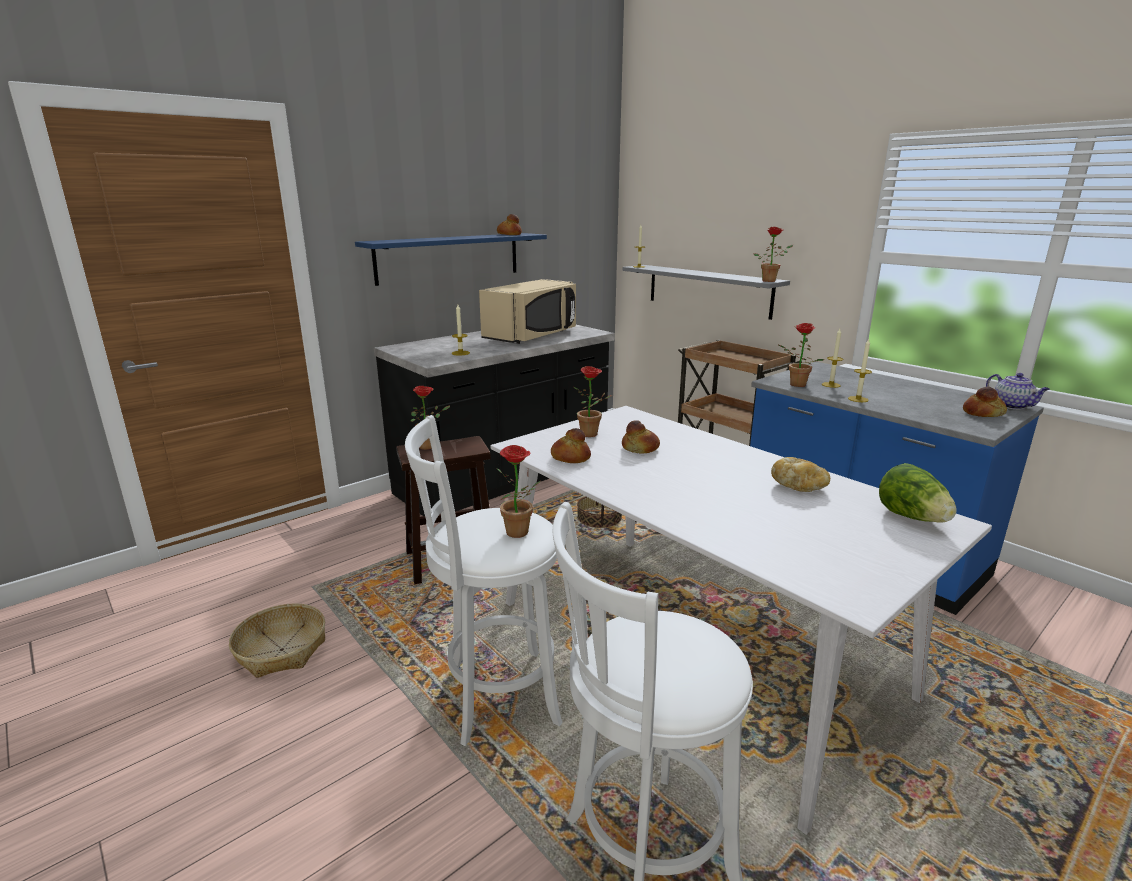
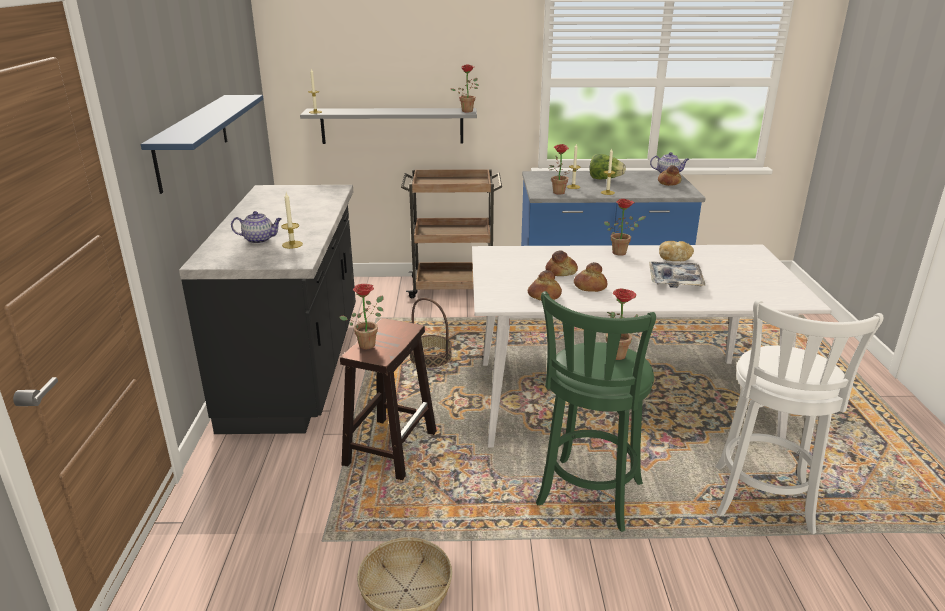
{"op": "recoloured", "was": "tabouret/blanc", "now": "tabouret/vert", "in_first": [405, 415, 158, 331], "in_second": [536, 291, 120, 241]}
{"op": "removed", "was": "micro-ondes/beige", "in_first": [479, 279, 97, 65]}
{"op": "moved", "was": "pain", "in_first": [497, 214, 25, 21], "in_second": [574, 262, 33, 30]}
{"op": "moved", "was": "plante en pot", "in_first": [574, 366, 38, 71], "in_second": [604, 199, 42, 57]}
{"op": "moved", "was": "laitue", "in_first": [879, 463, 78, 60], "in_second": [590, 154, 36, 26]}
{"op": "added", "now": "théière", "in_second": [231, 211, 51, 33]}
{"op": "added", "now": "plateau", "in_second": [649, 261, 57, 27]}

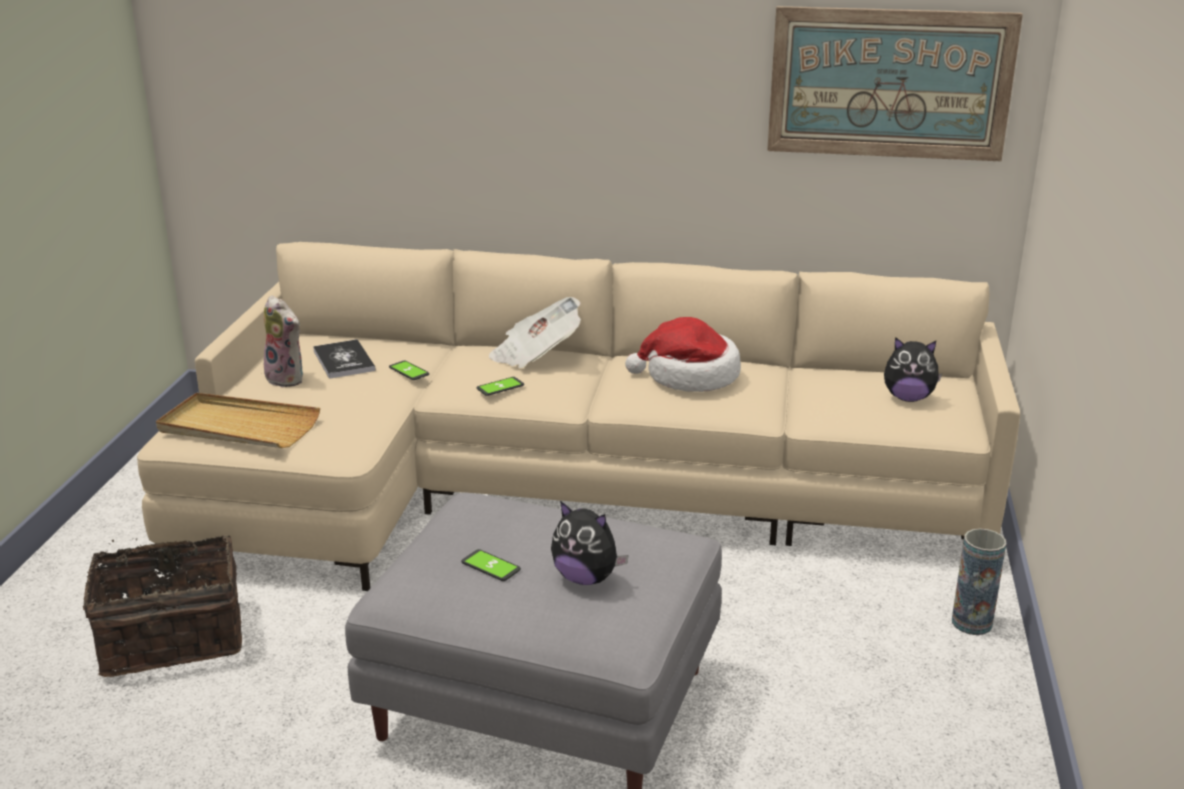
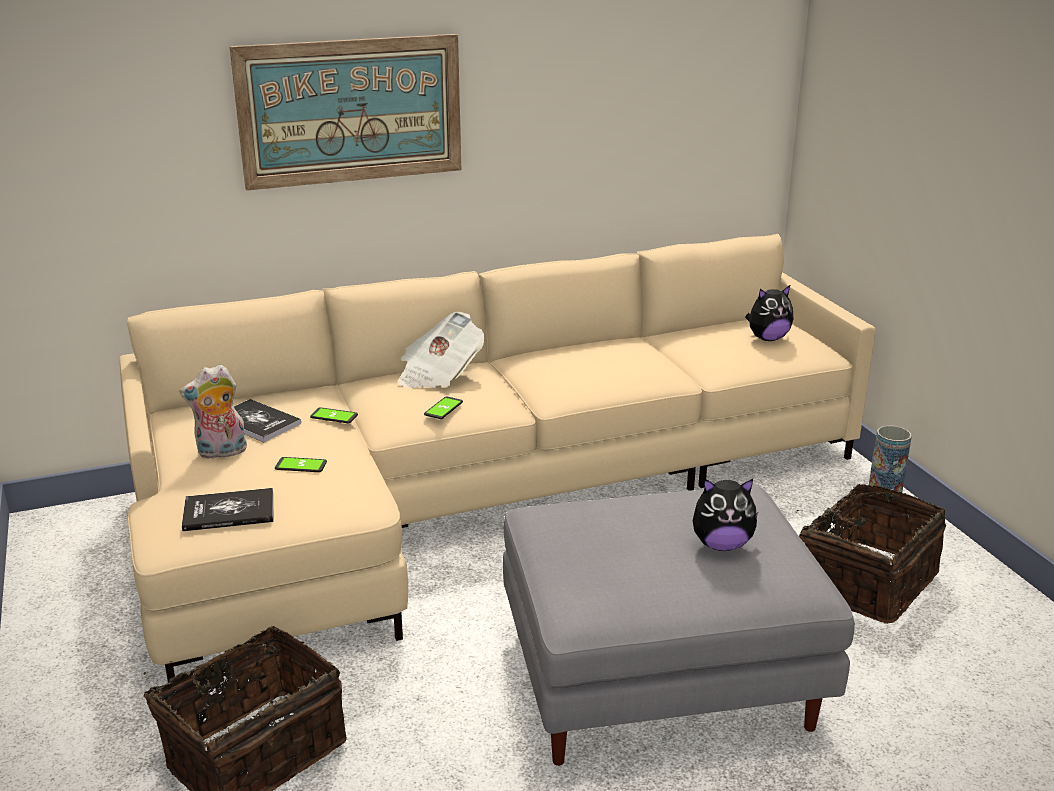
{"op": "replaced", "was": "plateau/beige", "now": "livre", "in_first": [156, 393, 164, 55], "in_second": [182, 488, 91, 43]}
{"op": "turned", "was": "peluche", "in_first": [262, 295, 41, 93], "in_second": [180, 364, 67, 95], "clockwise": 150}
{"op": "moved", "was": "téléphone", "in_first": [461, 549, 60, 32], "in_second": [275, 457, 52, 15]}
{"op": "removed", "was": "chapeau", "in_first": [625, 317, 116, 75]}
{"op": "moved", "was": "tableau", "in_first": [767, 6, 256, 155], "in_second": [229, 34, 233, 157]}
{"op": "added", "now": "panier", "in_second": [796, 484, 150, 140]}

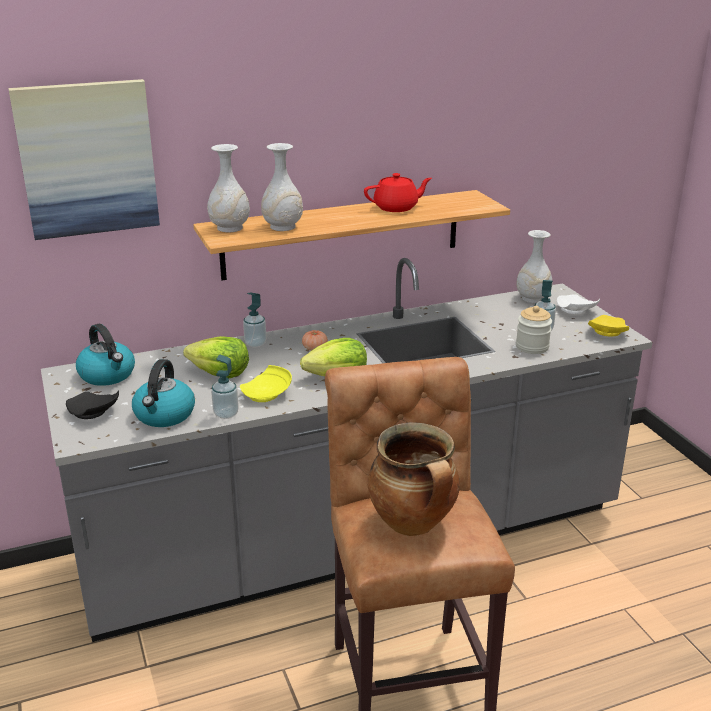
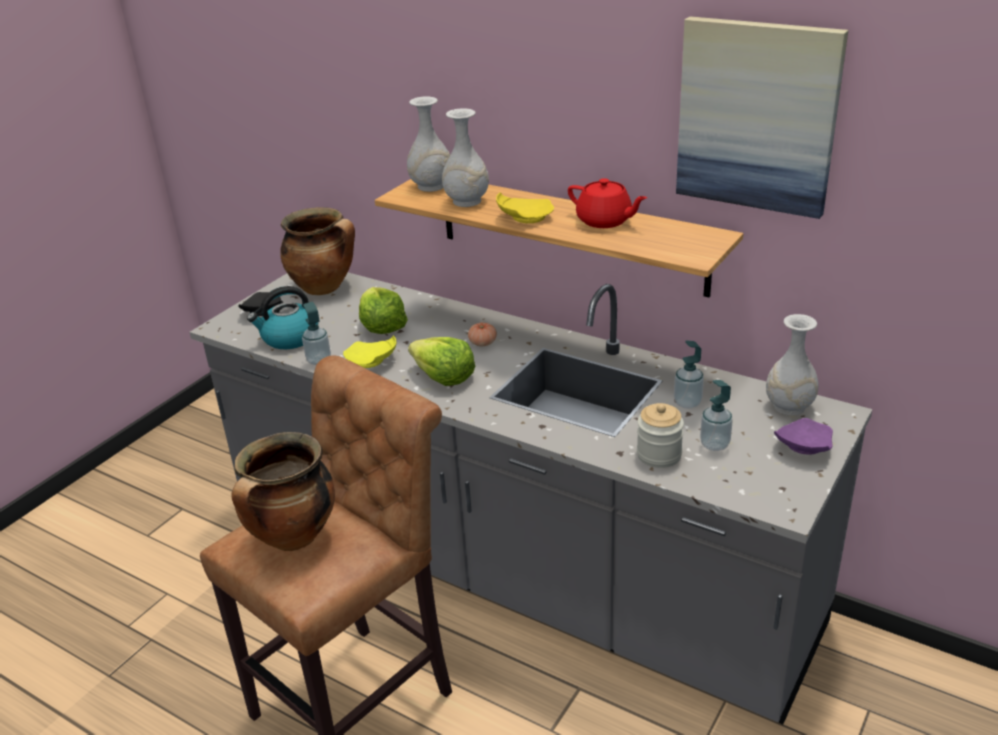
{"op": "moved", "was": "tableau", "in_first": [8, 79, 152, 161], "in_second": [676, 16, 172, 203]}
{"op": "replaced", "was": "bouilloire", "now": "marmite", "in_first": [76, 324, 59, 62], "in_second": [280, 207, 75, 88]}
{"op": "moved", "was": "distributeur de savon", "in_first": [243, 292, 23, 55], "in_second": [674, 340, 30, 69]}
{"op": "recoloured", "was": "assiette/blanc", "now": "assiette/violet", "in_first": [557, 294, 43, 20], "in_second": [774, 418, 59, 37]}
{"op": "moved", "was": "assiette/jaune", "in_first": [588, 315, 41, 22], "in_second": [496, 193, 58, 30]}

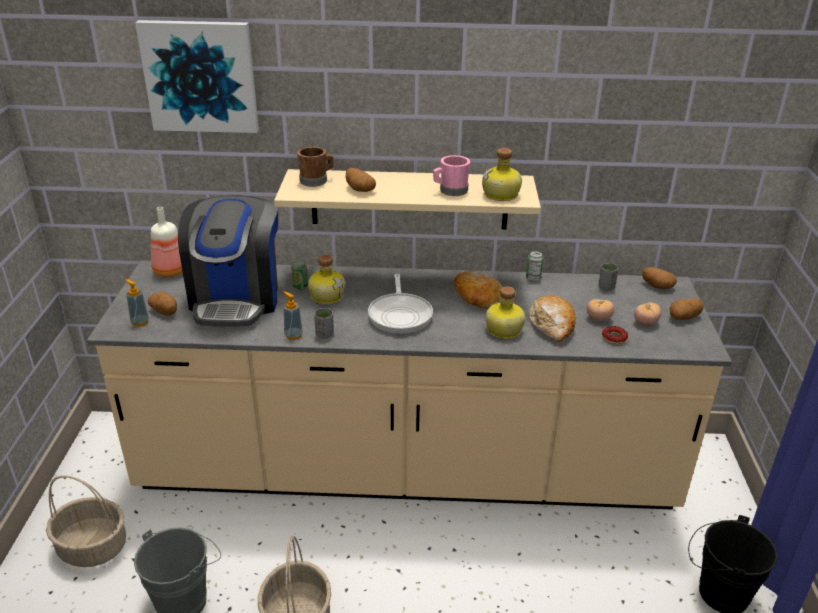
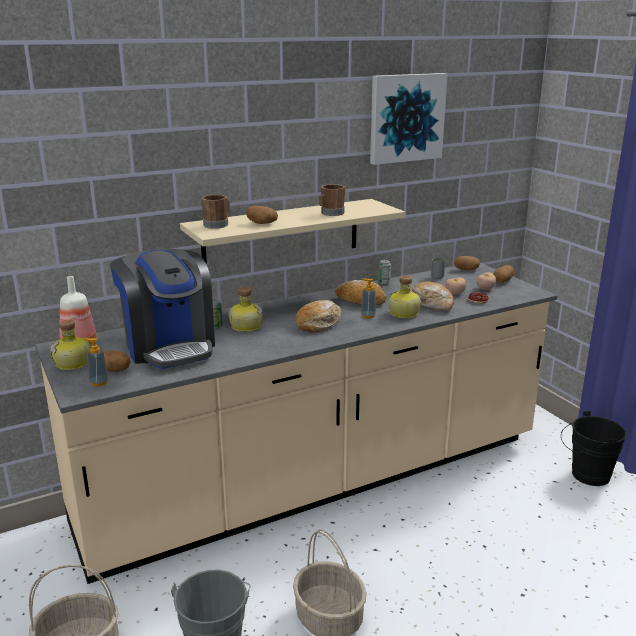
{"op": "moved", "was": "tableau", "in_first": [135, 20, 124, 113], "in_second": [370, 73, 78, 92]}
{"op": "moved", "was": "distributeur de savon", "in_first": [283, 291, 20, 49], "in_second": [361, 278, 15, 40]}
{"op": "removed", "was": "tasse/gris", "in_first": [314, 308, 20, 31]}
{"op": "replaced", "was": "poêle", "now": "pain", "in_first": [368, 274, 65, 60], "in_second": [296, 300, 46, 33]}
{"op": "recoloured", "was": "mug/rose", "now": "mug/marron", "in_first": [433, 155, 37, 41], "in_second": [319, 184, 27, 32]}
{"op": "moved", "was": "bouteille", "in_first": [482, 148, 40, 53], "in_second": [51, 319, 40, 51]}

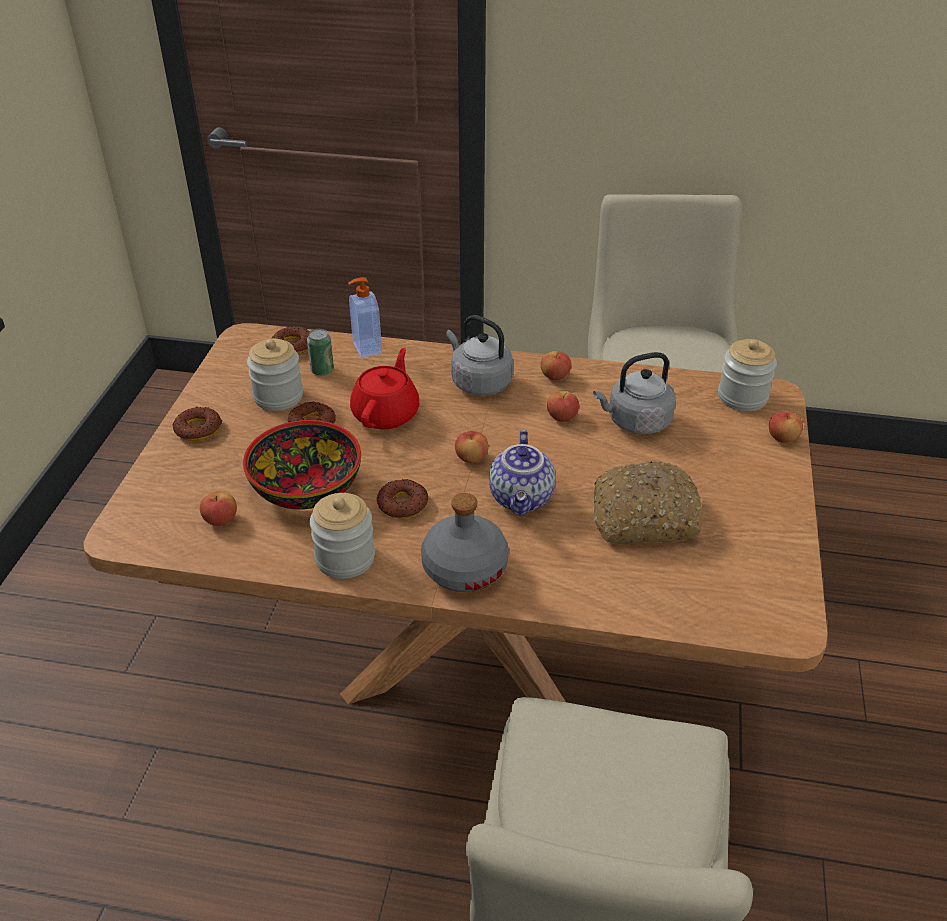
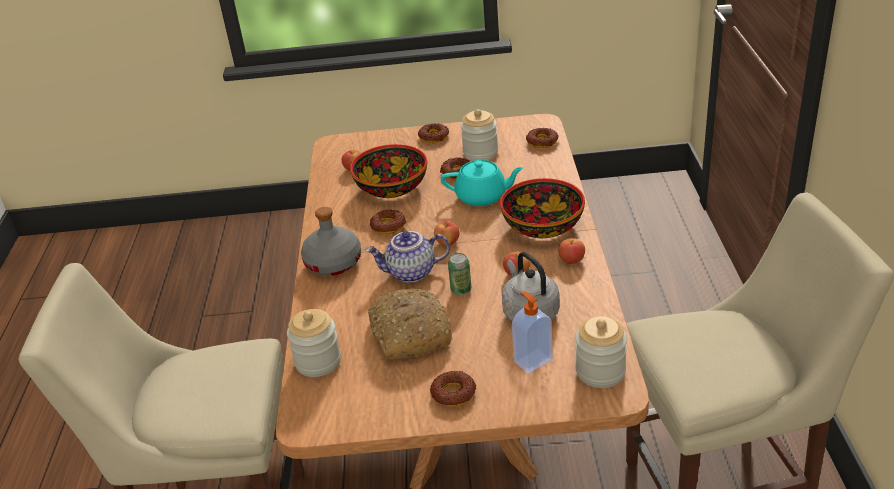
{"op": "moved", "was": "boîte métallique", "in_first": [307, 329, 27, 47], "in_second": [448, 253, 23, 42]}
{"op": "moved", "was": "bocal", "in_first": [310, 493, 65, 86], "in_second": [287, 309, 54, 68]}
{"op": "moved", "was": "distributeur de savon", "in_first": [348, 277, 34, 81], "in_second": [512, 292, 41, 81]}
{"op": "recoloured", "was": "théière/rouge", "now": "théière/turquoise", "in_first": [350, 348, 70, 82], "in_second": [441, 160, 83, 46]}
{"op": "replaced", "was": "bouilloire/gris", "now": "bol", "in_first": [446, 315, 67, 81], "in_second": [500, 178, 85, 60]}
{"op": "removed", "was": "pomme", "in_first": [769, 411, 34, 32]}
{"op": "added", "now": "beignet", "in_second": [430, 371, 47, 36]}

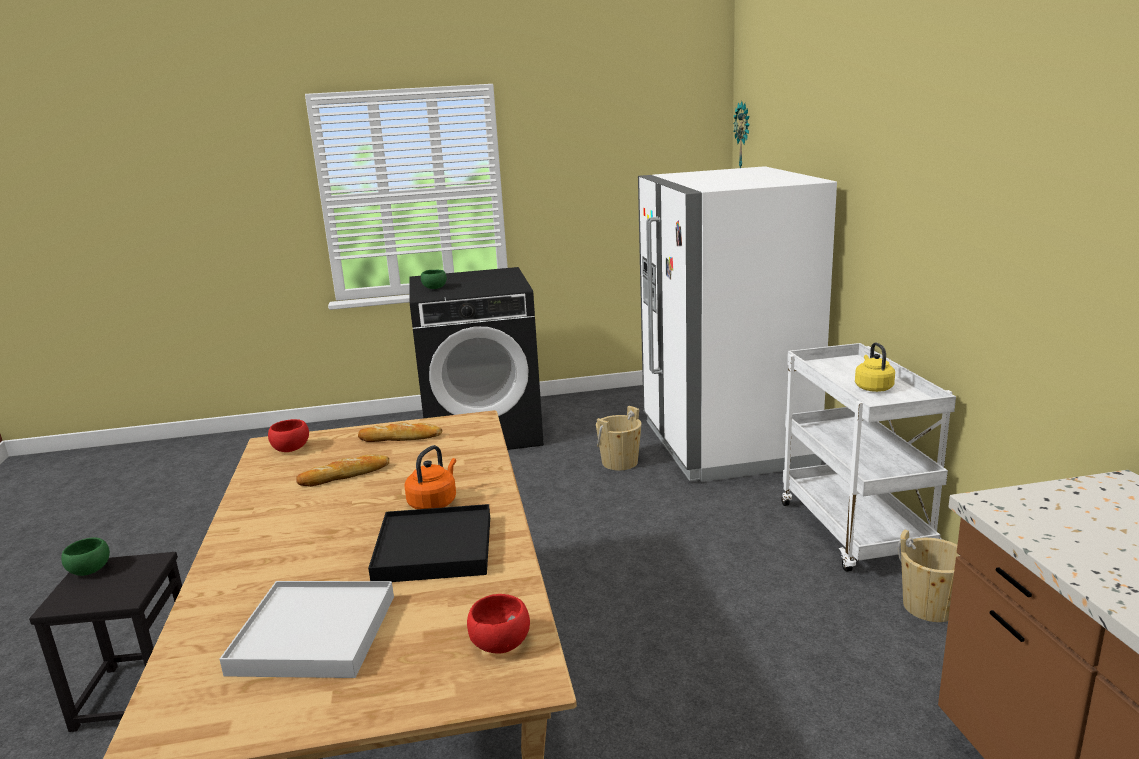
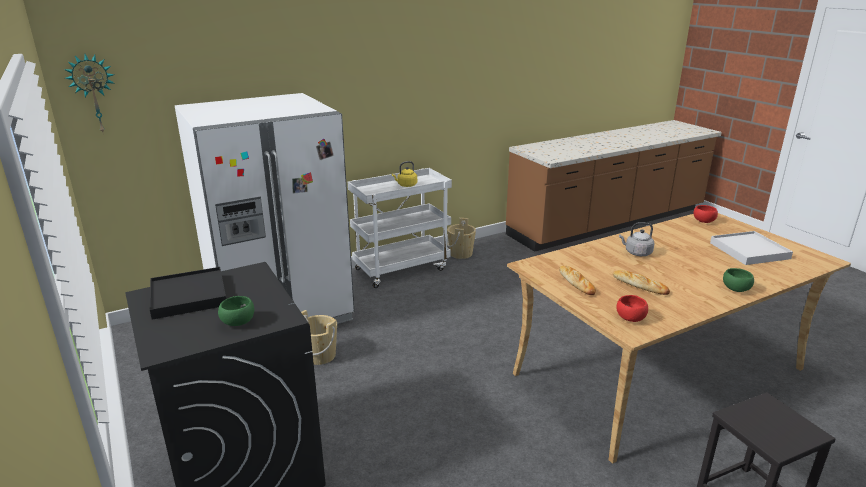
{"op": "moved", "was": "bol/vert", "in_first": [61, 537, 49, 39], "in_second": [723, 268, 31, 24]}
{"op": "moved", "was": "plateau/noir", "in_first": [368, 504, 122, 78], "in_second": [150, 267, 76, 53]}
{"op": "recoloured", "was": "bouilloire/orange", "now": "bouilloire/gris", "in_first": [404, 445, 52, 64], "in_second": [619, 222, 35, 34]}

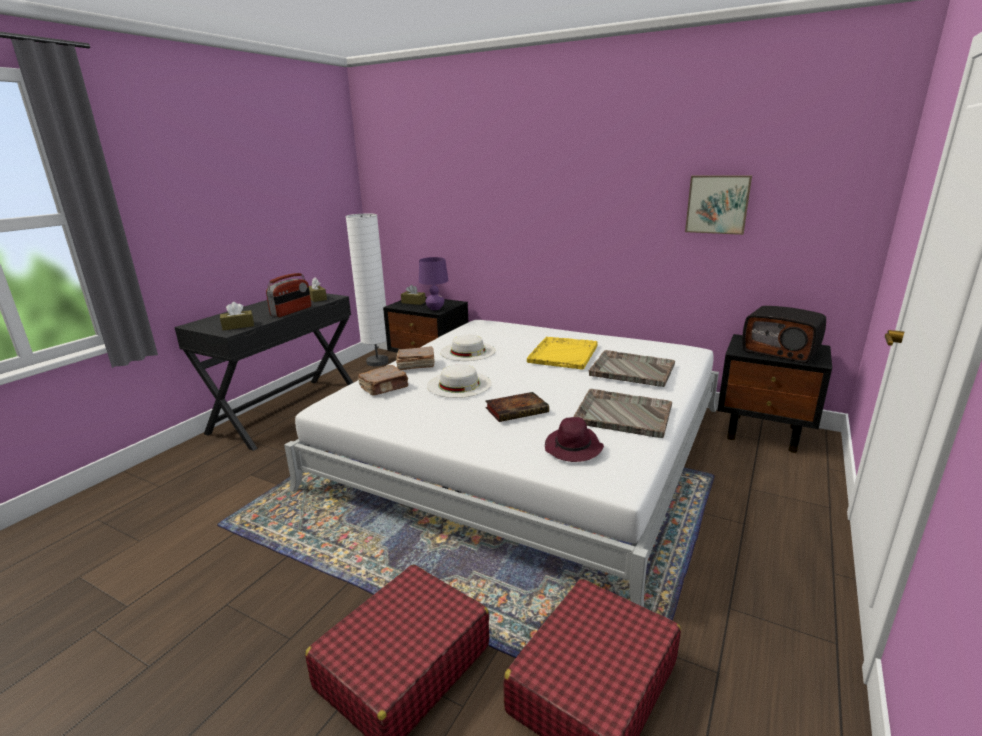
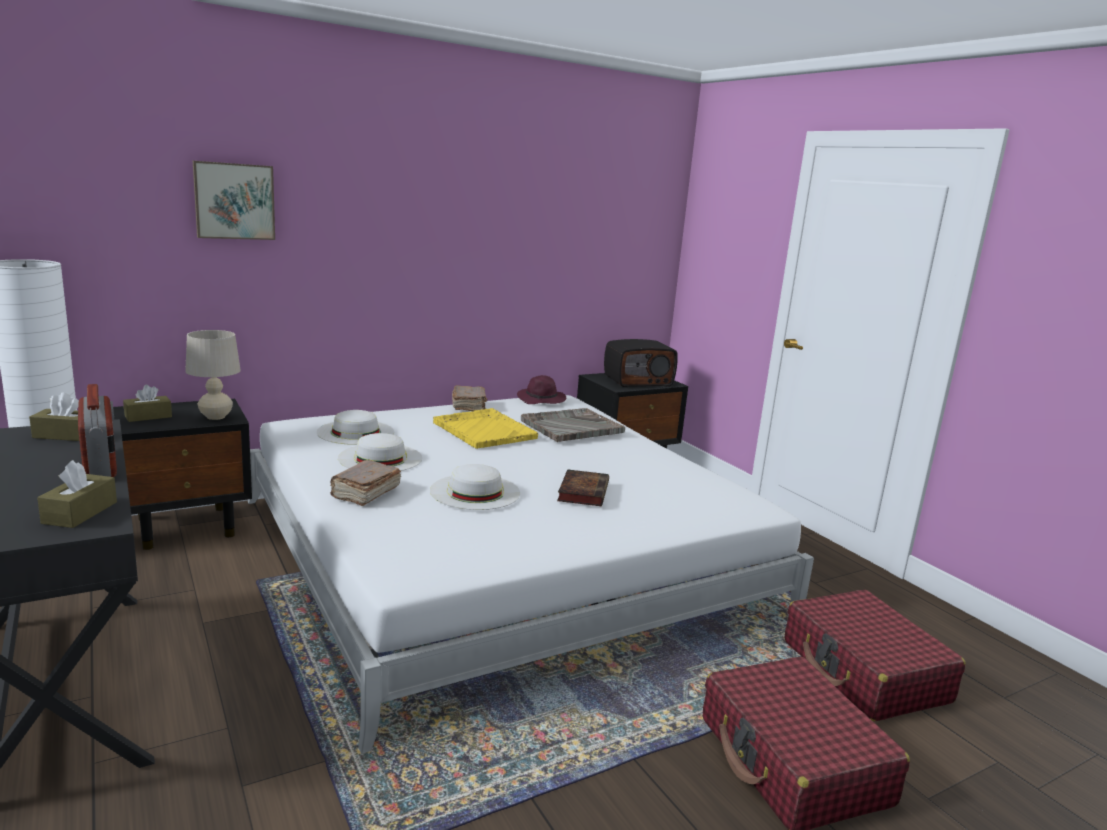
{"op": "moved", "was": "livre/marron", "in_first": [358, 365, 50, 30], "in_second": [452, 385, 35, 26]}
{"op": "recoloured", "was": "lampe de table/violet", "now": "lampe de table/beige", "in_first": [419, 257, 30, 53], "in_second": [185, 330, 56, 90]}
{"op": "moved", "was": "chapeau/violet", "in_first": [545, 417, 59, 45], "in_second": [517, 375, 49, 29]}
{"op": "removed", "was": "plateau/gris", "in_first": [573, 389, 99, 49]}
{"op": "moved", "was": "tableau", "in_first": [685, 176, 67, 59], "in_second": [193, 161, 82, 79]}
{"op": "added", "now": "chapeau/blanc", "in_second": [317, 410, 77, 35]}

